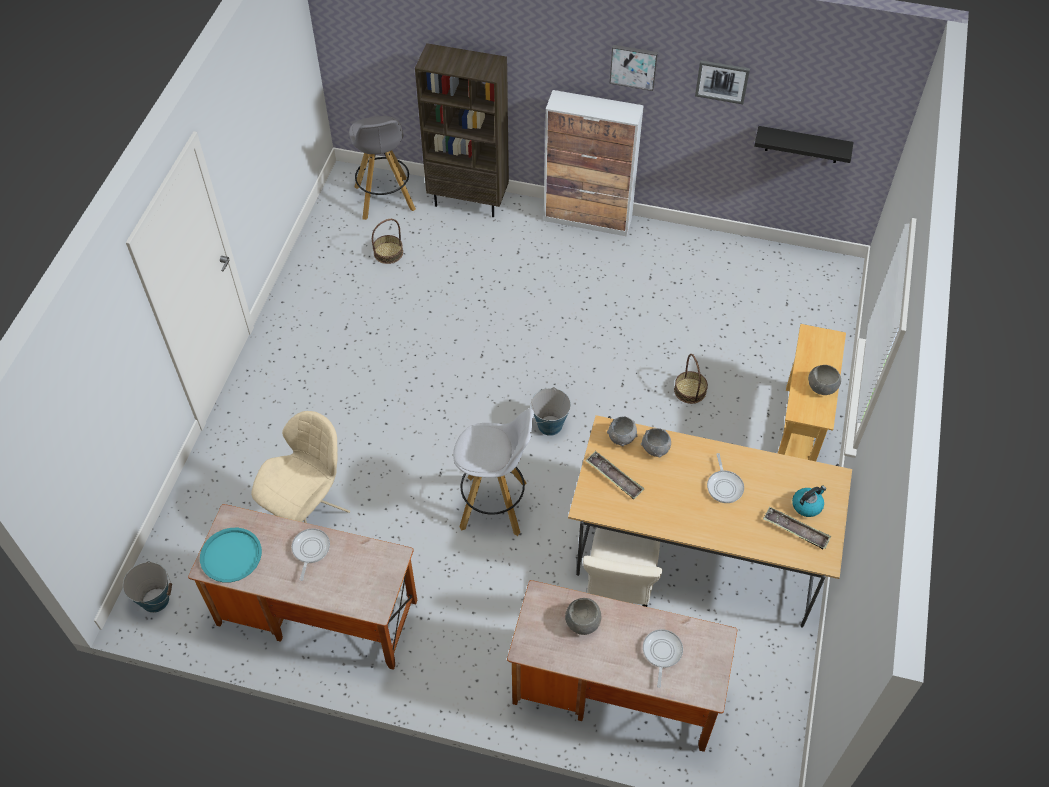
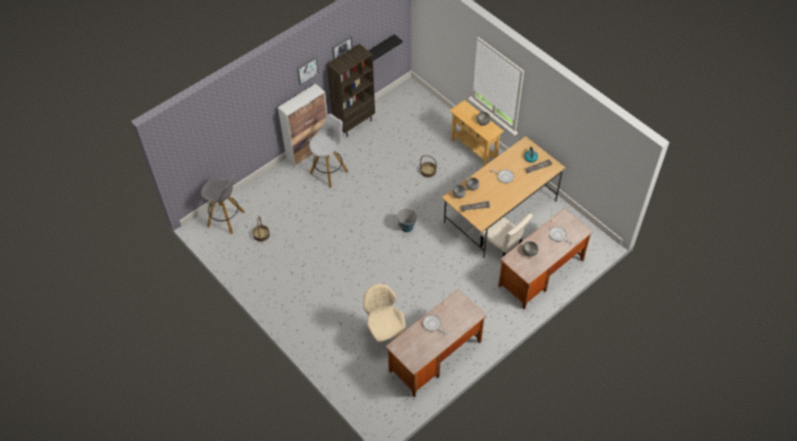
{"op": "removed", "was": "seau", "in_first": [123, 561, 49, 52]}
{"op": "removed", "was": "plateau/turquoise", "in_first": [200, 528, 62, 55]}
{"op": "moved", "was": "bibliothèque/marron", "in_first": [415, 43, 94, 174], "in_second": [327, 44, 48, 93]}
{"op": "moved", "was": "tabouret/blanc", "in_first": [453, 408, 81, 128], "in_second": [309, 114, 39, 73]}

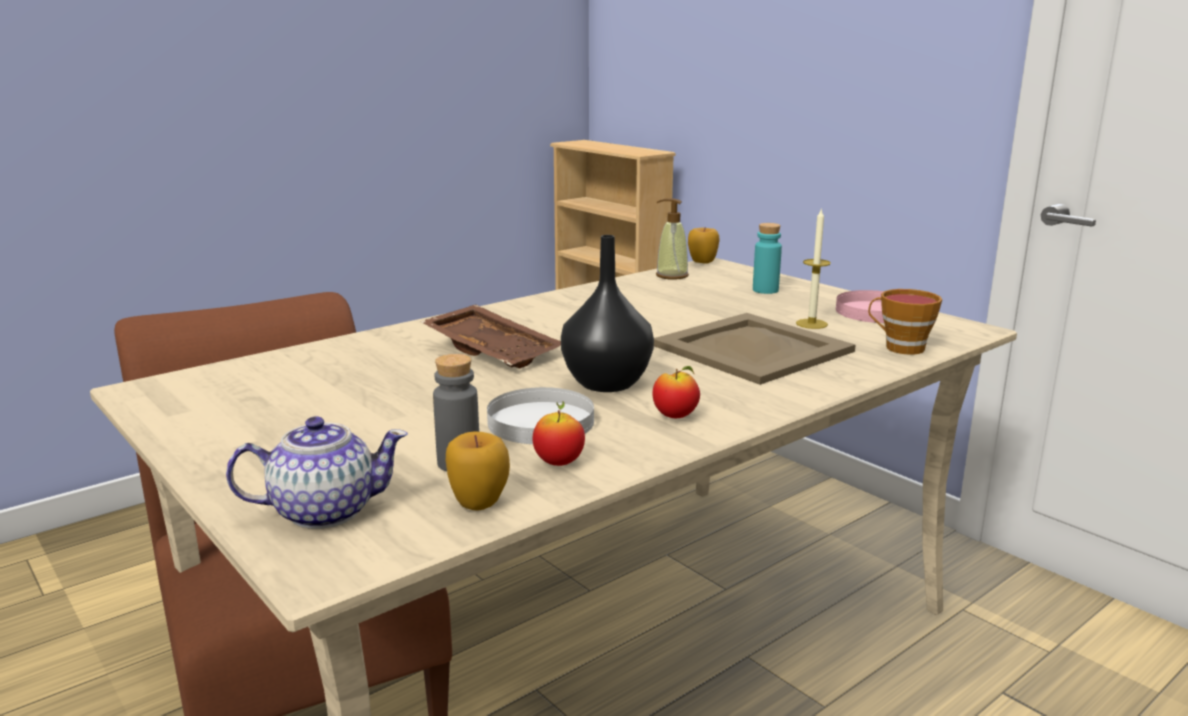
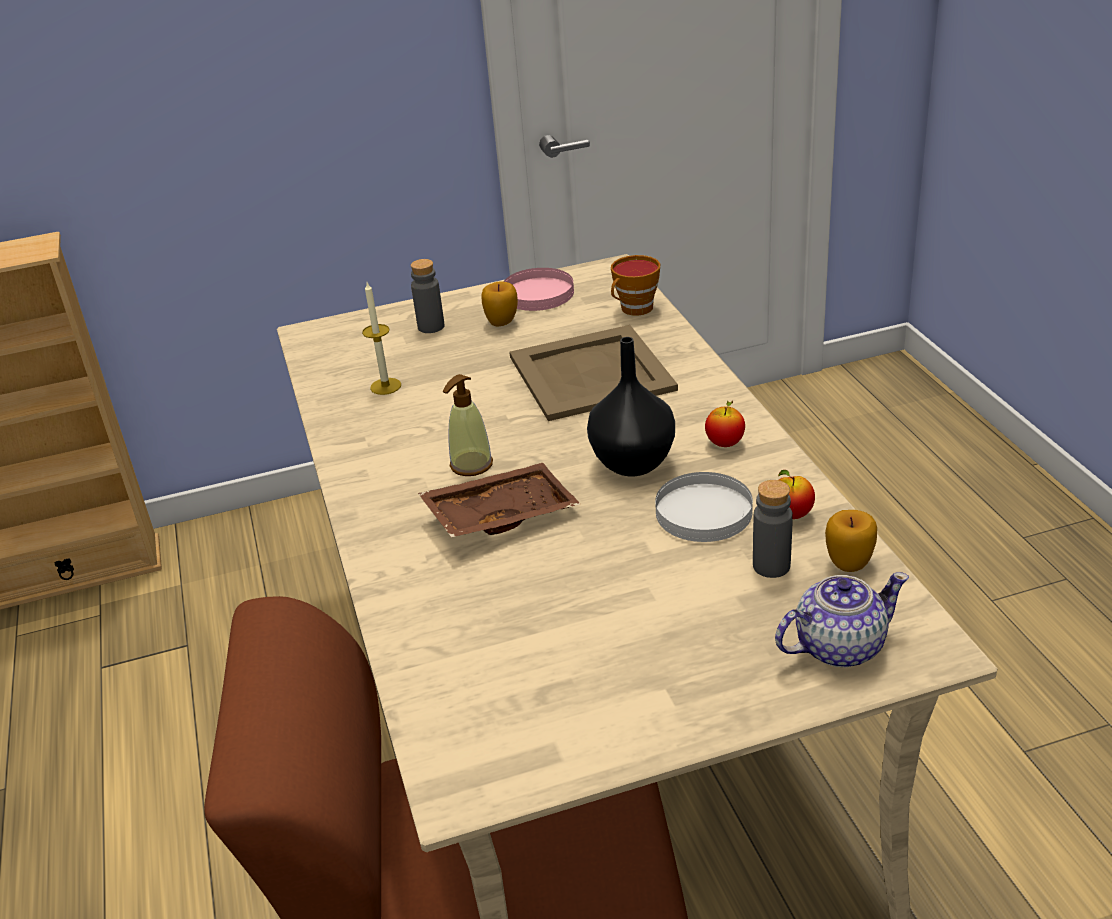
{"op": "turned", "was": "théière", "in_first": [226, 416, 182, 113], "in_second": [775, 572, 134, 95], "clockwise": 60}
{"op": "moved", "was": "distributeur de savon", "in_first": [656, 198, 33, 82], "in_second": [443, 374, 50, 102]}
{"op": "moved", "was": "pomme", "in_first": [688, 227, 32, 37], "in_second": [481, 281, 37, 46]}
{"op": "recoloured", "was": "bouteille/turquoise", "now": "bouteille/gris", "in_first": [753, 223, 29, 71], "in_second": [411, 259, 33, 74]}
{"op": "moved", "was": "bougie", "in_first": [796, 208, 35, 121], "in_second": [362, 282, 39, 113]}

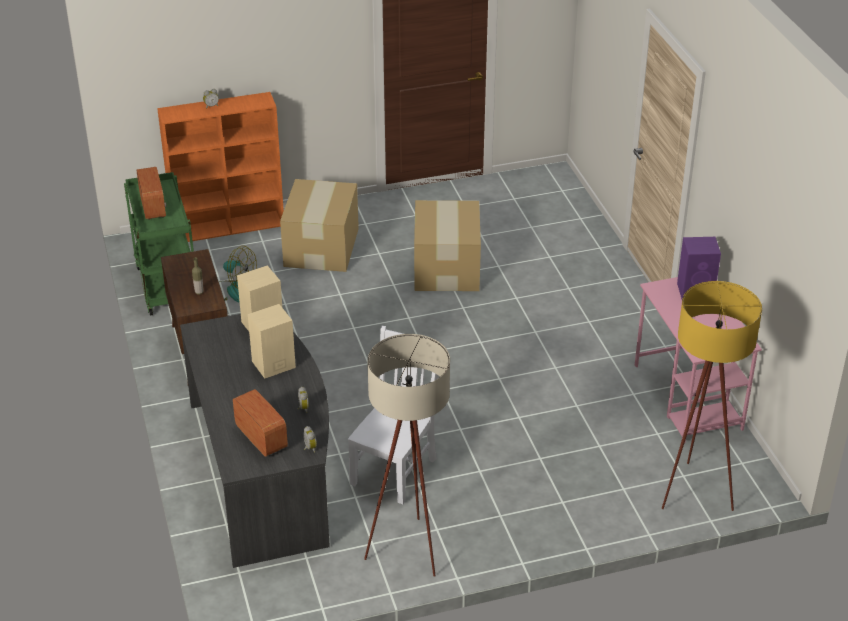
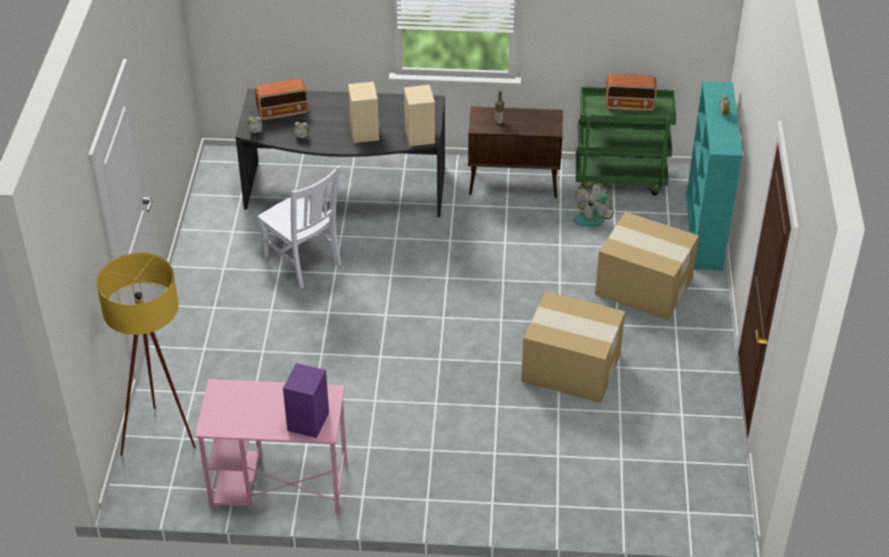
{"op": "recoloured", "was": "bibliothèque/orange", "now": "bibliothèque/turquoise", "in_first": [157, 92, 127, 150], "in_second": [687, 81, 55, 189]}
{"op": "removed", "was": "lampadaire/beige", "in_first": [364, 334, 86, 243]}

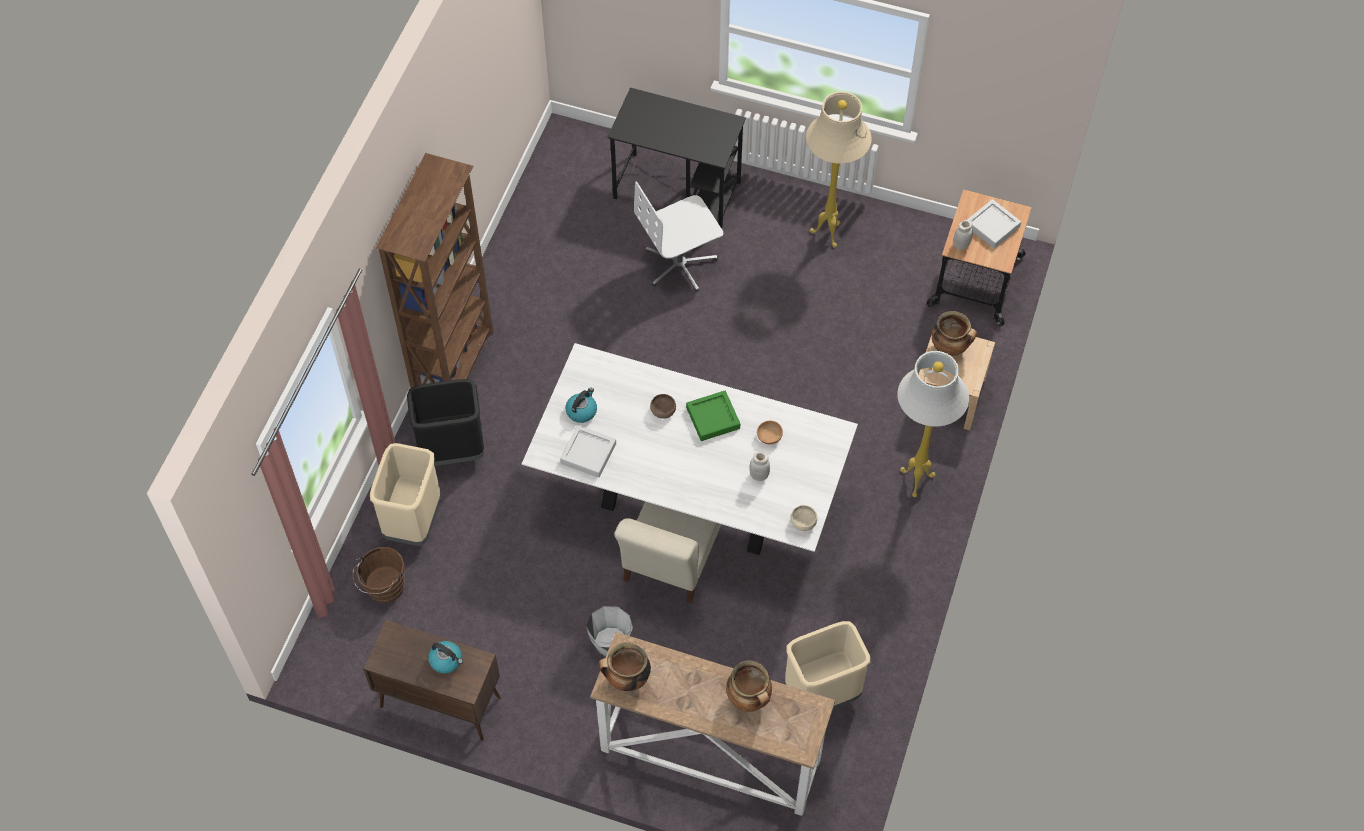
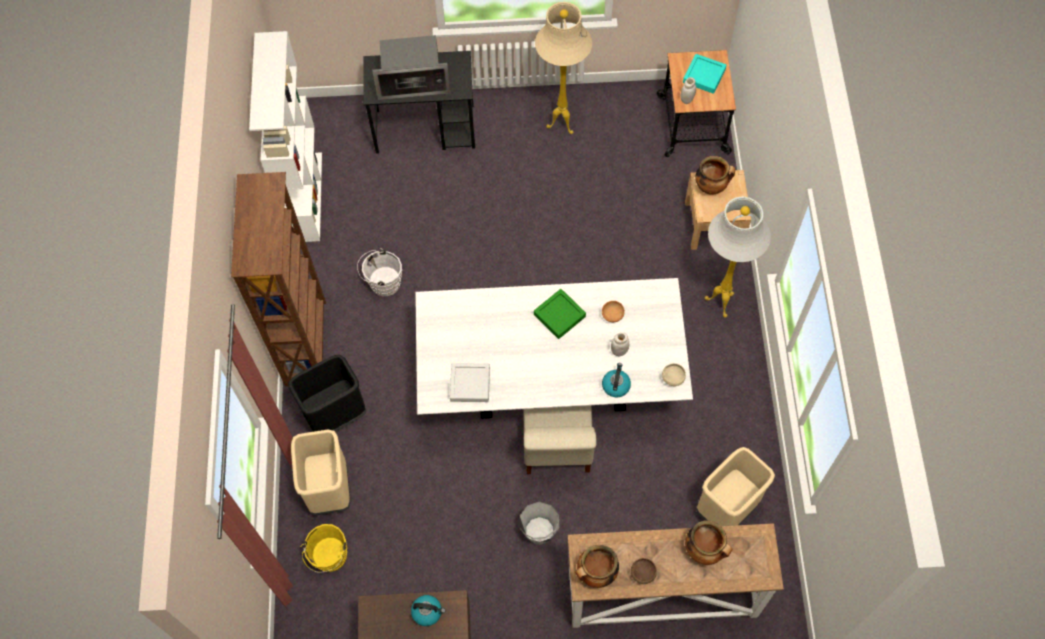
{"op": "recoloured", "was": "seau/marron", "now": "seau/jaune", "in_first": [352, 547, 53, 56], "in_second": [300, 524, 47, 49]}
{"op": "moved", "was": "bouilloire", "in_first": [565, 387, 32, 36], "in_second": [602, 363, 29, 34]}
{"op": "removed", "was": "chaise de bureau/blanc", "in_first": [634, 181, 89, 111]}
{"op": "moved", "was": "bol/marron", "in_first": [650, 394, 26, 25], "in_second": [631, 558, 26, 26]}
{"op": "recoloured", "was": "plateau/gris", "now": "plateau/turquoise", "in_first": [967, 199, 54, 49], "in_second": [683, 54, 44, 40]}
{"op": "added", "now": "bibliothèque/blanc", "in_second": [249, 31, 73, 211]}
{"op": "added", "now": "seau/blanc", "in_second": [357, 248, 45, 48]}
{"op": "added", "now": "micro-ondes", "in_second": [372, 35, 79, 65]}

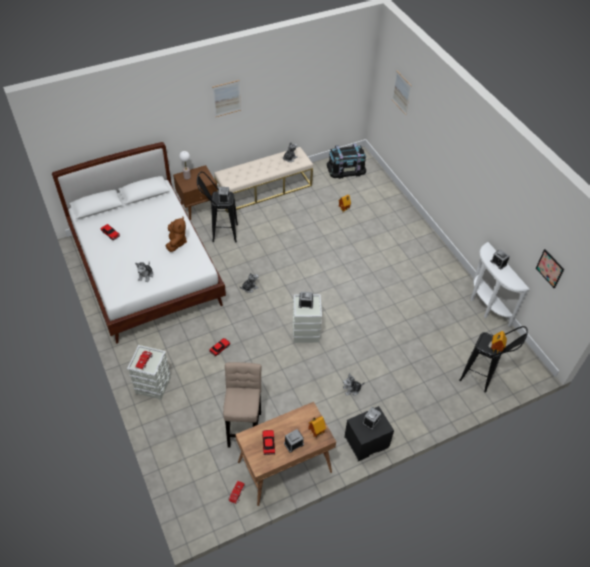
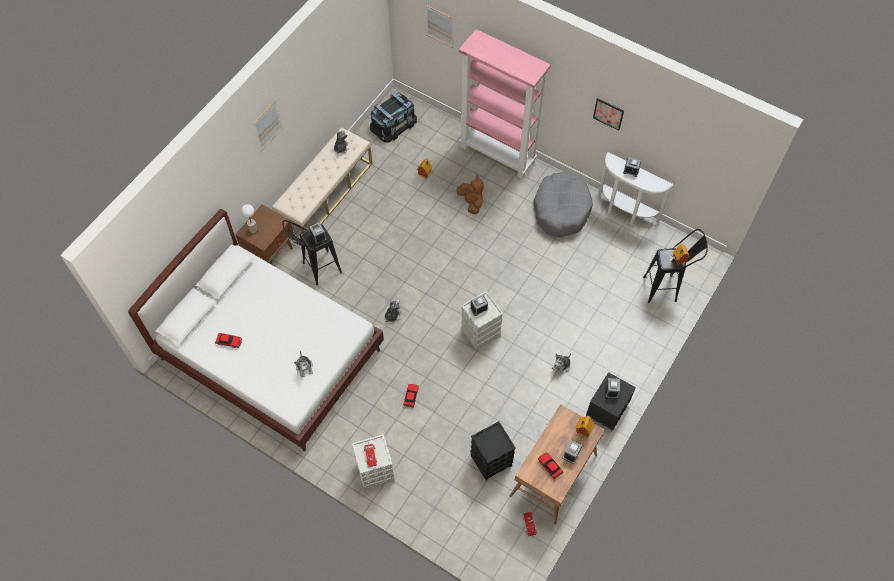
{"op": "moved", "was": "peluche/marron", "in_first": [166, 217, 21, 35], "in_second": [456, 176, 28, 38]}
{"op": "replaced", "was": "tabouret/beige", "now": "boîte de rangement/noir", "in_first": [223, 362, 38, 86], "in_second": [470, 421, 46, 59]}
{"op": "moved", "was": "tableau", "in_first": [536, 249, 28, 39], "in_second": [593, 98, 31, 33]}
{"op": "added", "now": "bibliothèque/rose", "in_second": [459, 29, 92, 150]}
{"op": "added", "now": "panier pour chien/gris", "in_second": [533, 171, 60, 66]}

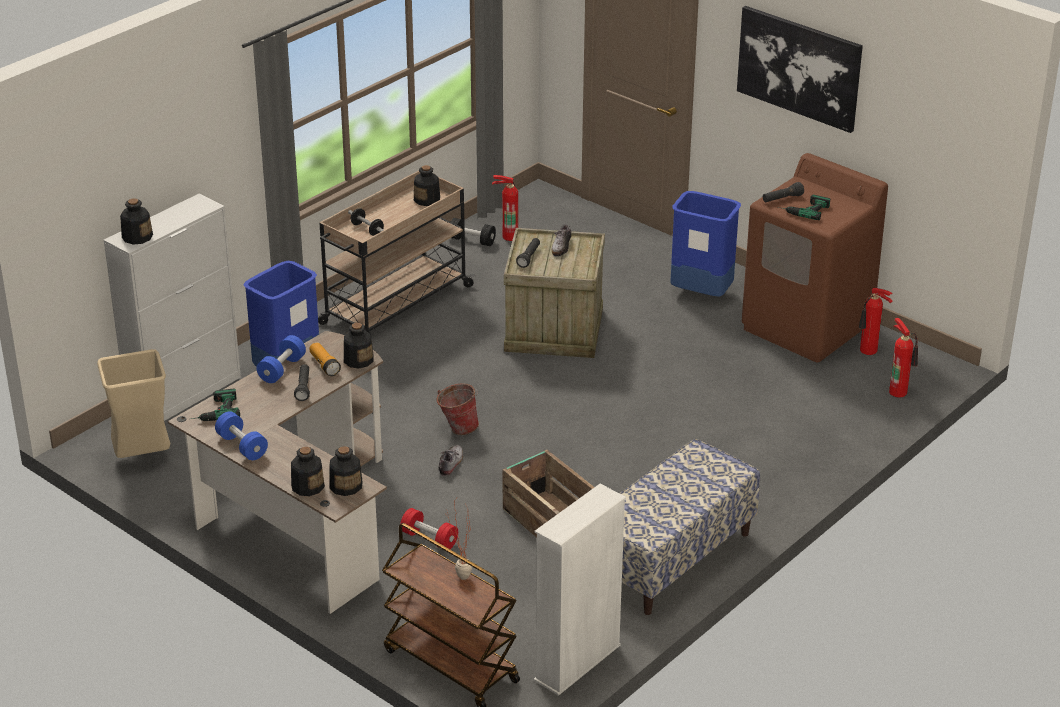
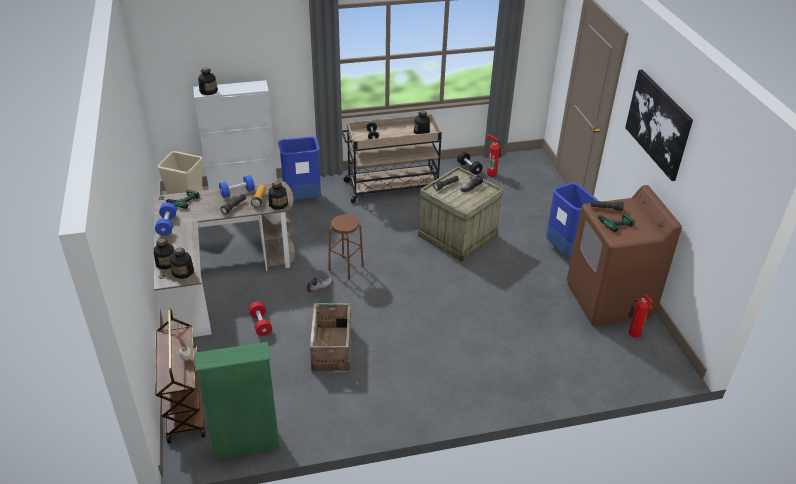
{"op": "replaced", "was": "seau", "now": "tabouret/marron", "in_first": [437, 383, 42, 52], "in_second": [329, 215, 35, 65]}
{"op": "recoloured", "was": "bibliothèque/blanc", "now": "bibliothèque/vert", "in_first": [534, 484, 92, 212], "in_second": [195, 342, 86, 117]}
{"op": "removed", "was": "banc", "in_first": [619, 439, 141, 176]}
{"op": "removed", "was": "extincteur", "in_first": [889, 318, 29, 80]}

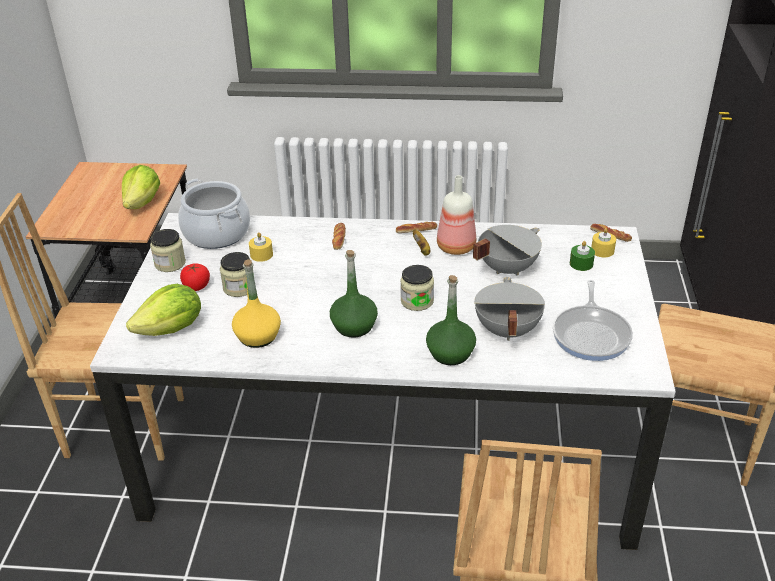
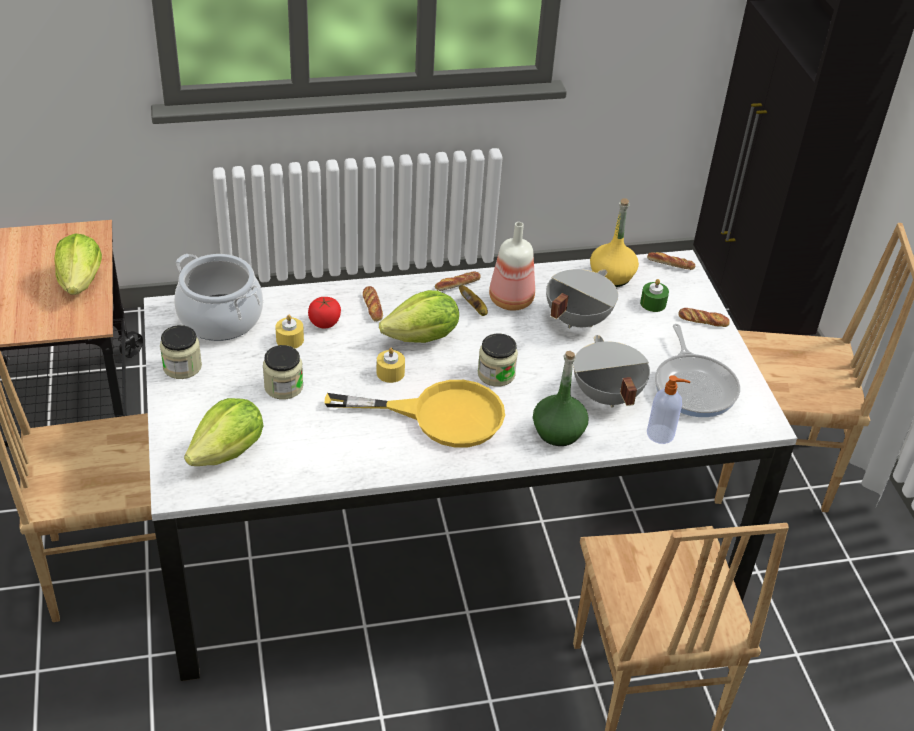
{"op": "moved", "was": "tomate", "in_first": [180, 263, 30, 28], "in_second": [308, 297, 33, 32]}
{"op": "moved", "was": "bouteille/jaune", "in_first": [232, 259, 49, 89], "in_second": [590, 198, 49, 89]}
{"op": "replaced", "was": "bouteille/vert", "now": "poêle/jaune", "in_first": [330, 250, 48, 88], "in_second": [325, 380, 180, 68]}
{"op": "moved", "was": "bougie/jaune", "in_first": [592, 228, 24, 29], "in_second": [377, 347, 28, 36]}
{"op": "added", "now": "laitue", "in_second": [379, 290, 80, 53]}
{"op": "added", "now": "distributeur de savon", "in_second": [647, 375, 43, 69]}
{"op": "added", "now": "pain", "in_second": [678, 308, 52, 19]}

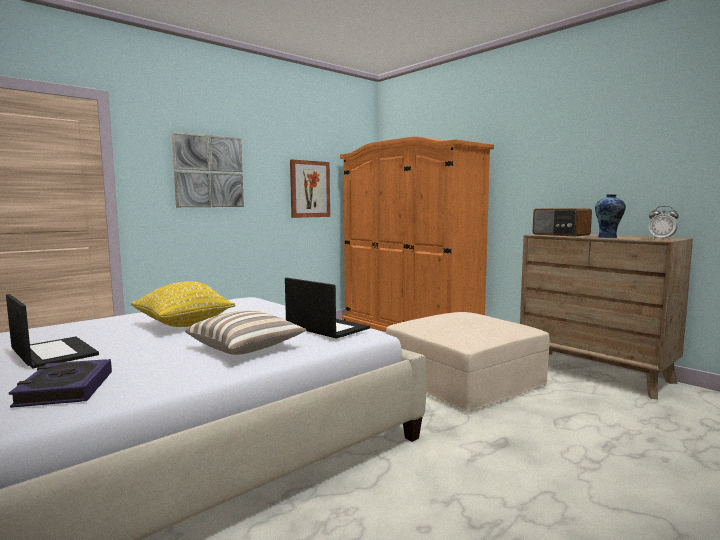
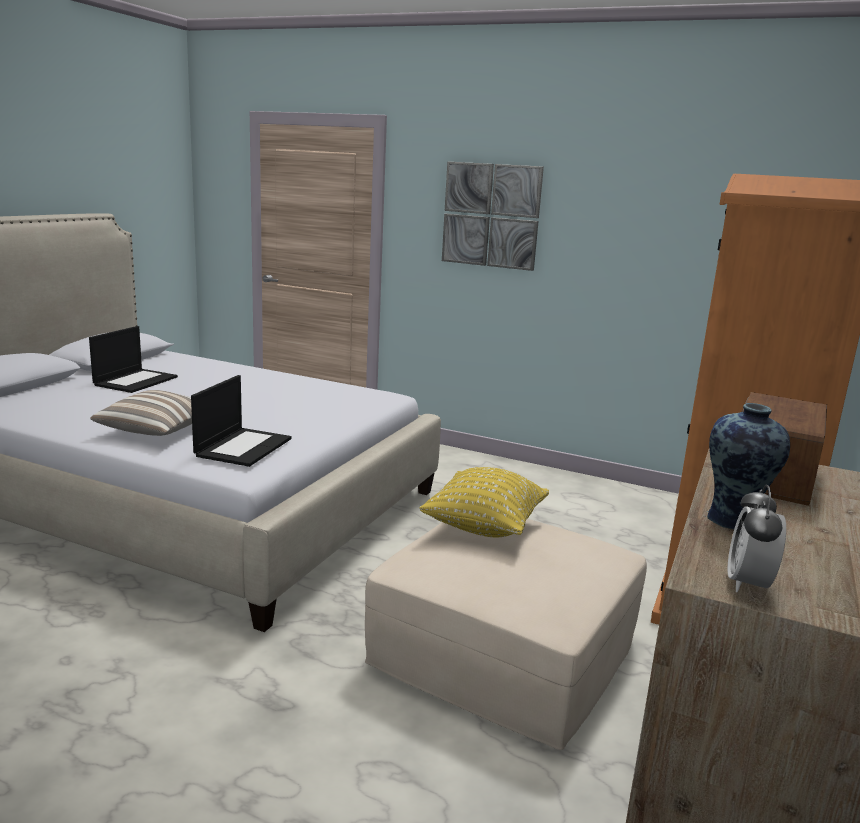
{"op": "removed", "was": "livre", "in_first": [9, 359, 103, 49]}
{"op": "moved", "was": "coussin/jaune", "in_first": [131, 281, 105, 46], "in_second": [419, 467, 130, 71]}
{"op": "removed", "was": "tableau", "in_first": [290, 160, 40, 58]}

